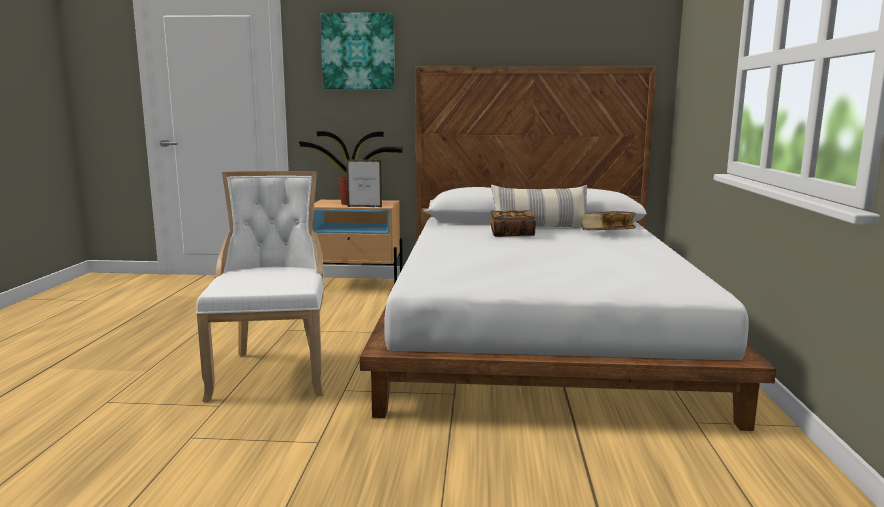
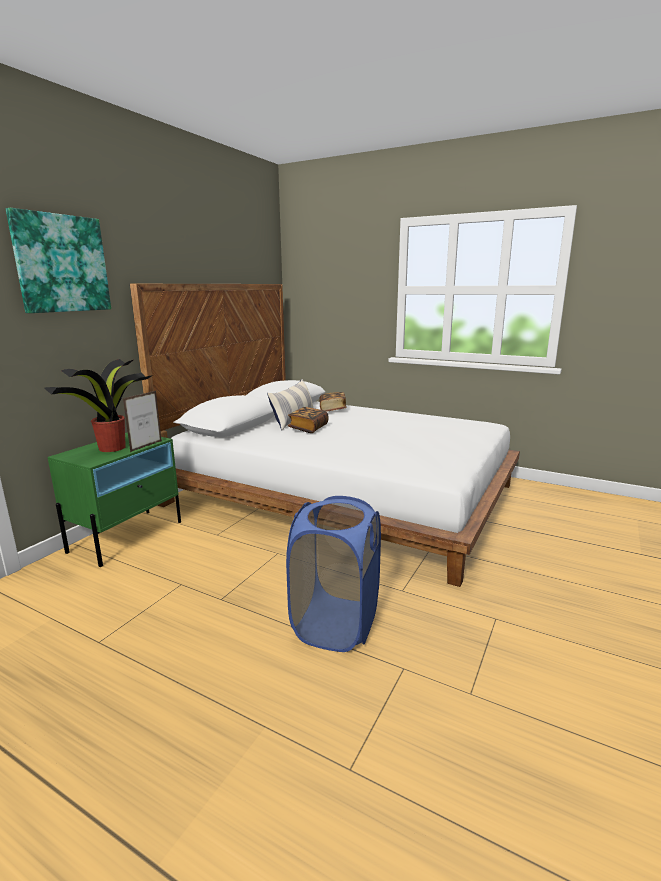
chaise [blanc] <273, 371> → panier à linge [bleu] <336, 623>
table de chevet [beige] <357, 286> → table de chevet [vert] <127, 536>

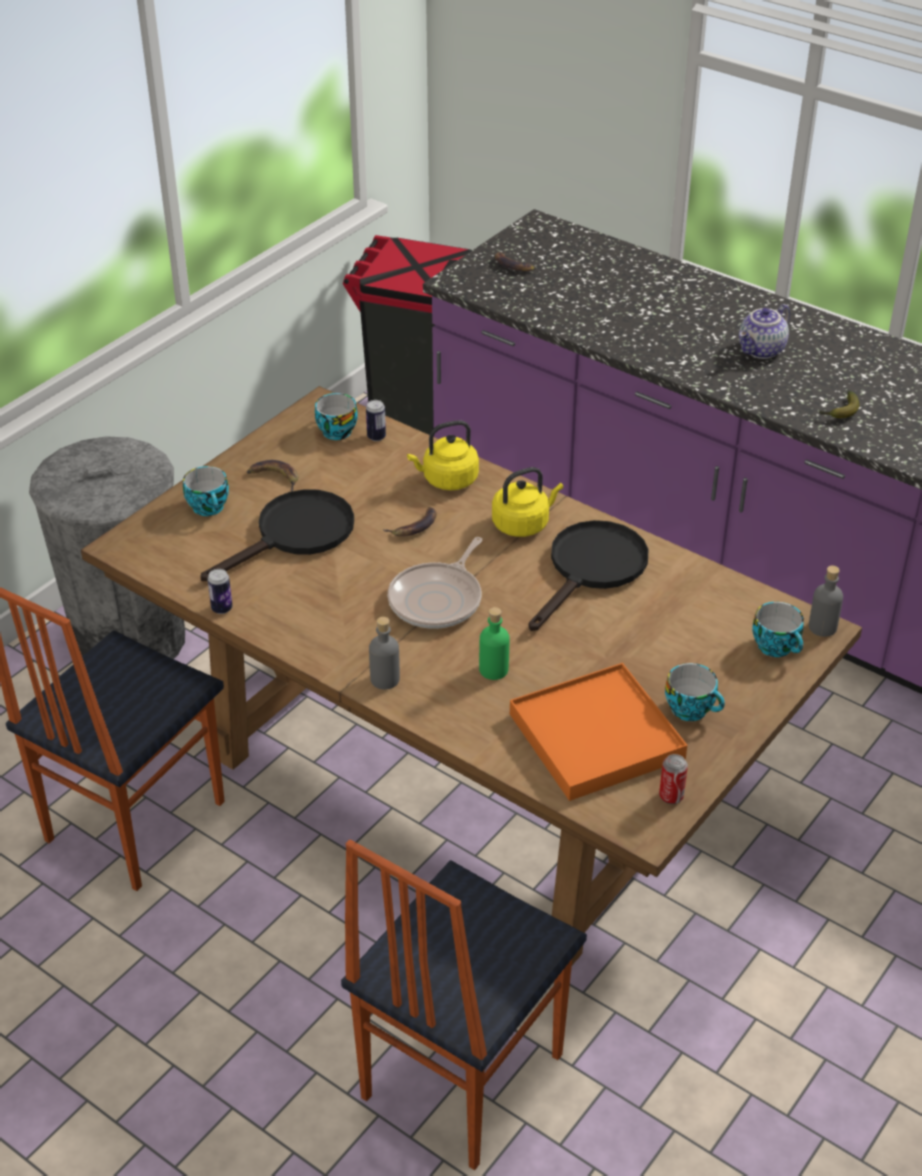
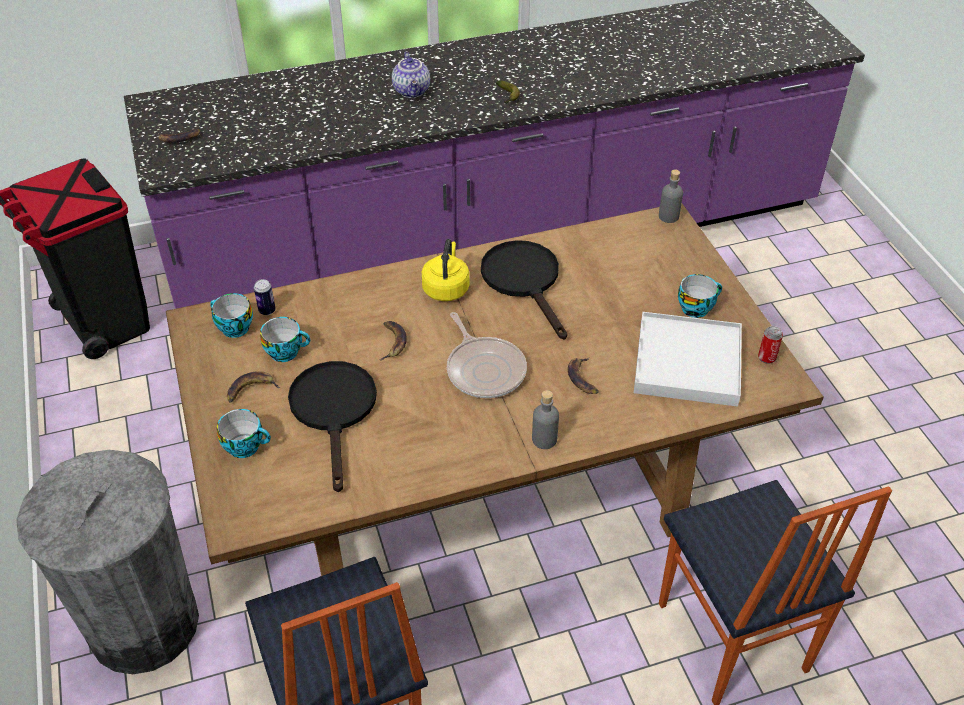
bouilloire [jaune] <447, 480> → -
boîte métallique <222, 608> → -
tasse <777, 647> → tasse <286, 351>, moved
bouteille [vert] <493, 670> → banane <583, 378>
plateau [orange] <596, 736> → plateau [blanc] <687, 362>

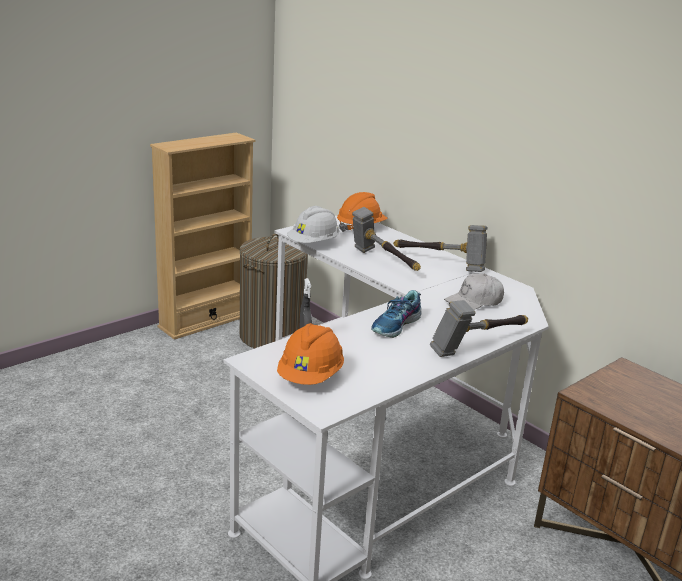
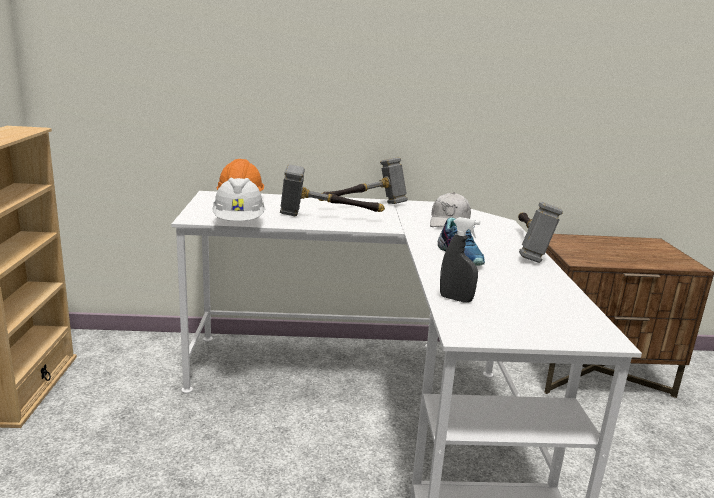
panier à linge <271, 336> → -
casque de chantier [orange] <310, 377> → -

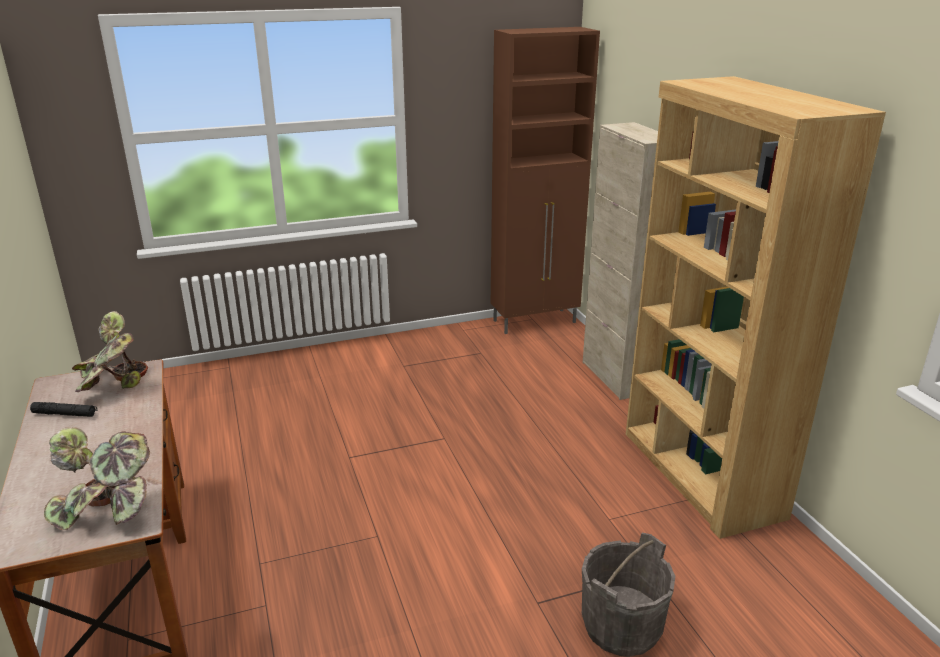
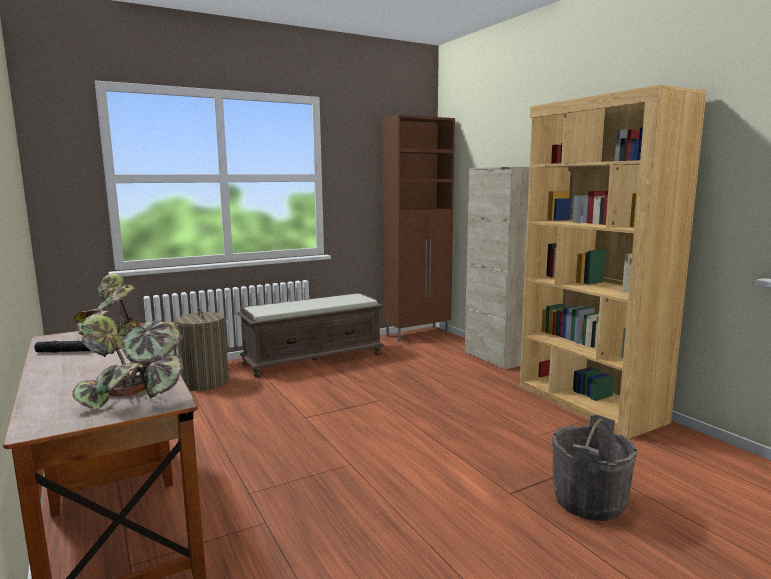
- → banc [marron] <314, 359>
- → panier à linge <205, 382>

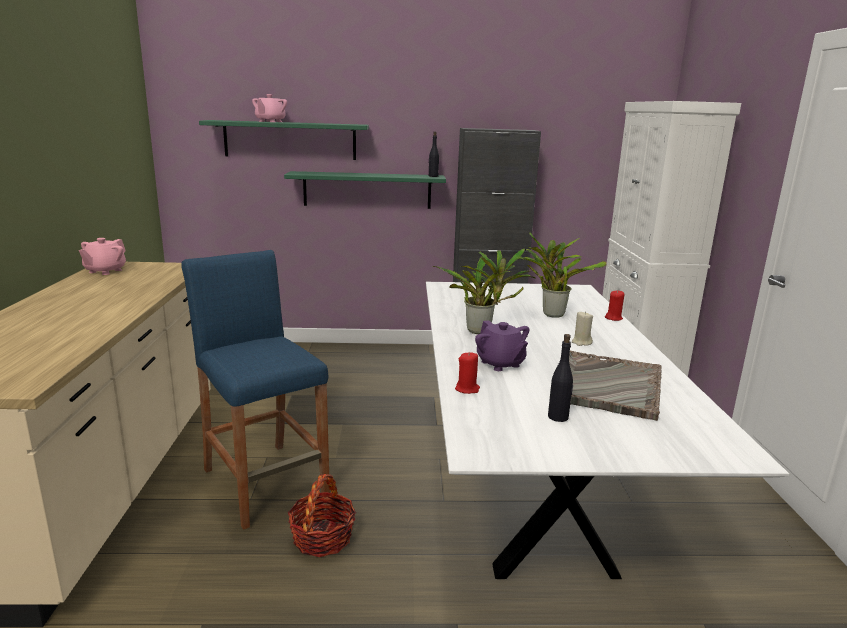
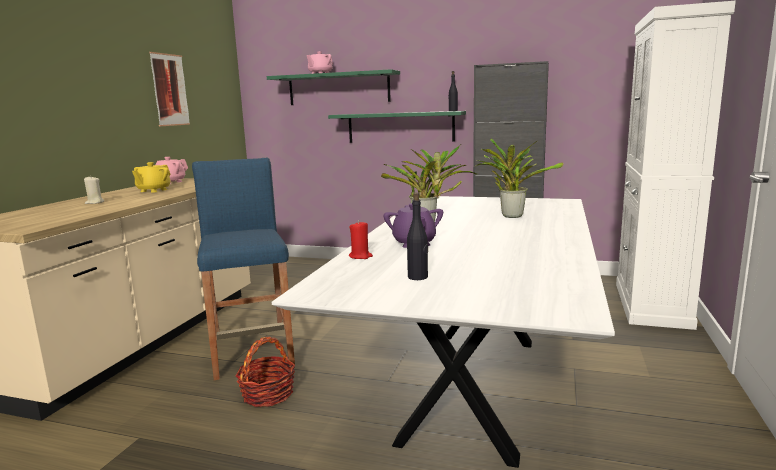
bougie [rouge] <613, 318> → -
bougie [beige] <581, 342> → bougie [beige] <94, 202>, moved
plateau [gris] <607, 386> → -
- → tableau <170, 90>
- → théière [jaune] <153, 190>

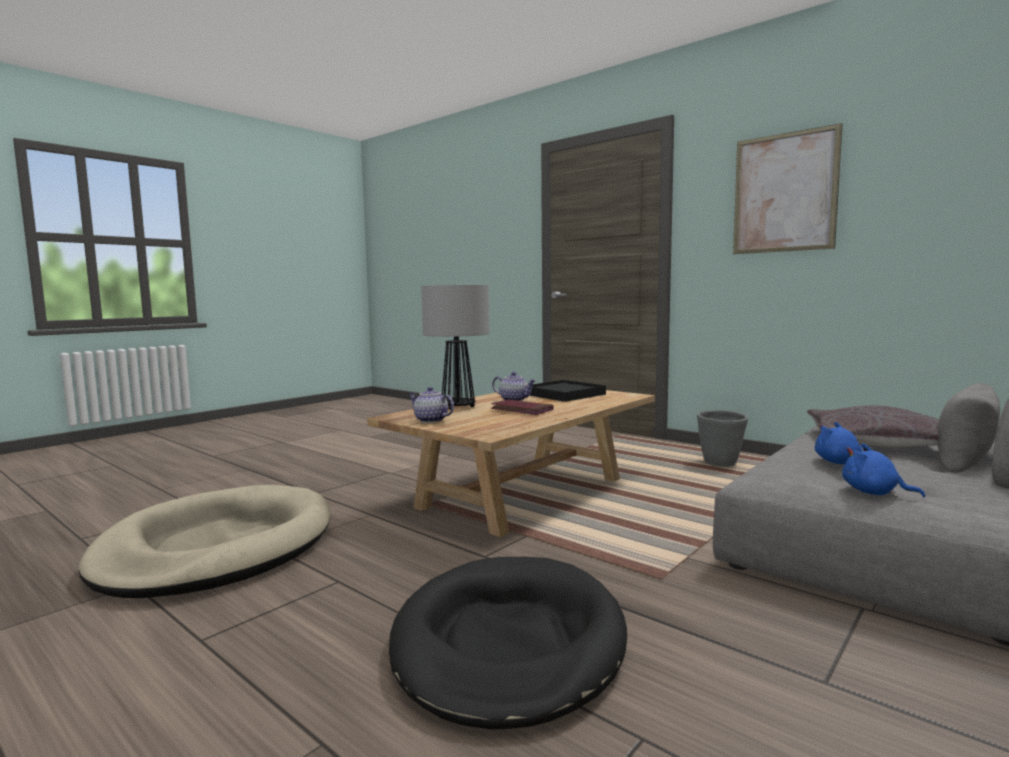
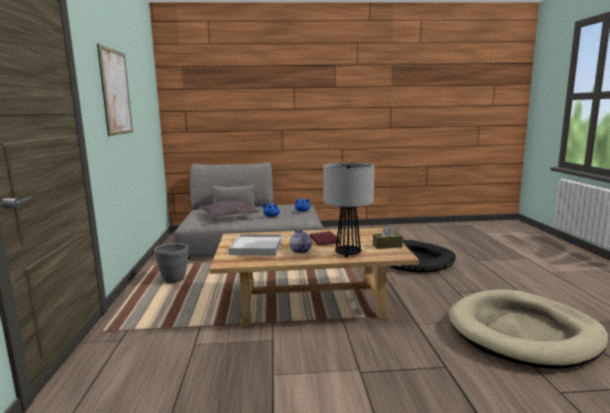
plateau [noir] <564, 394> → plateau [blanc] <256, 247>
théière <430, 420> → boîte à mouchoirs [marron] <387, 246>

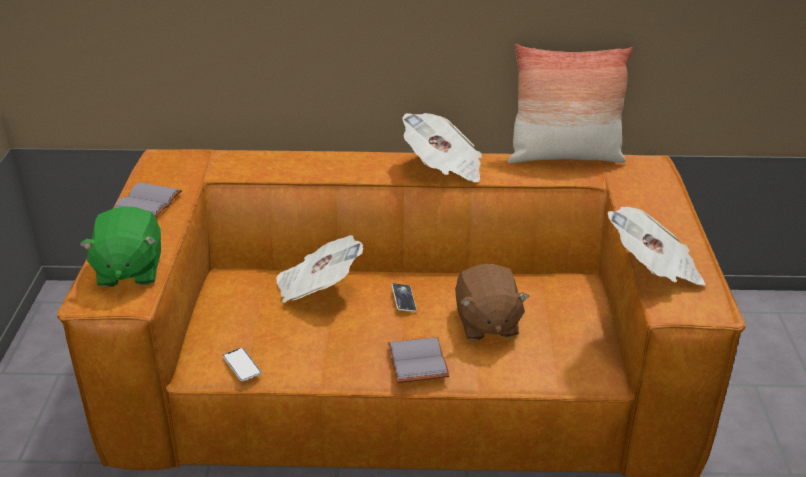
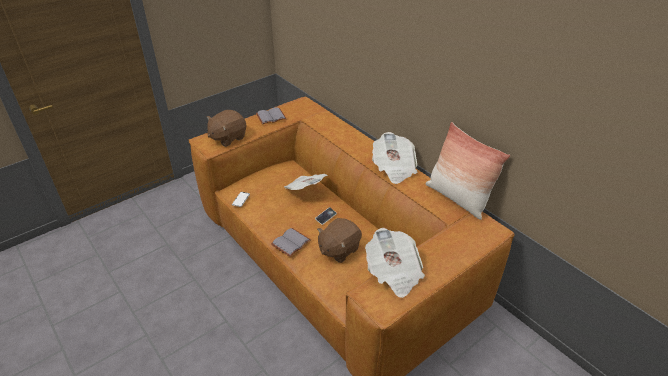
peluche [vert] <129, 270> → peluche [marron] <227, 138>

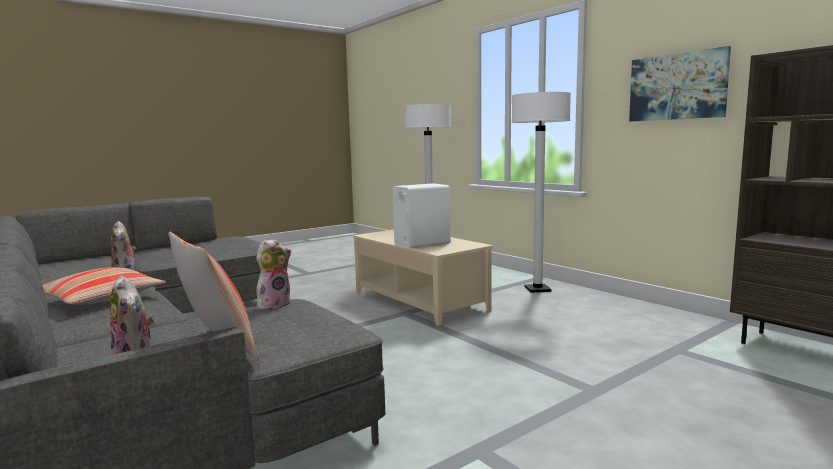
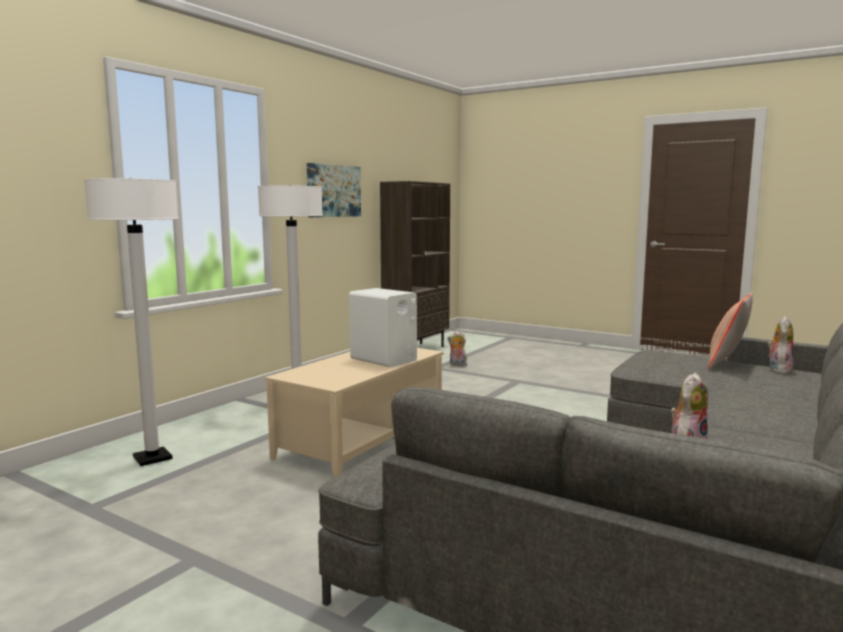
peluche <274, 304> → peluche <457, 365>, moved
coussin <101, 299> → -

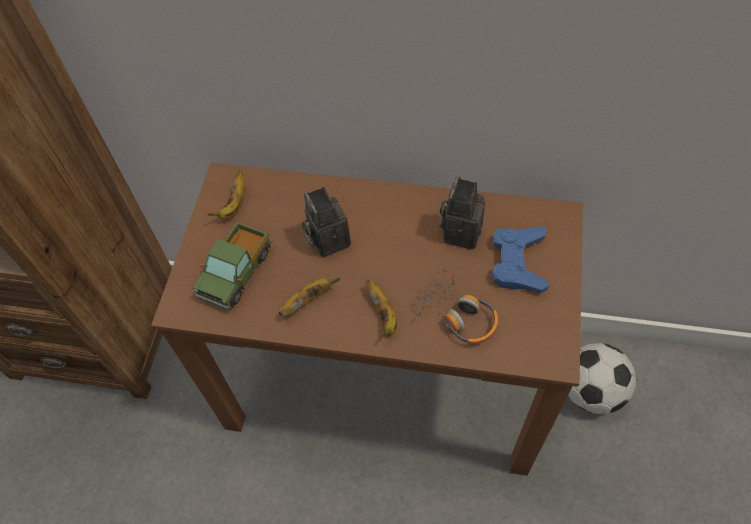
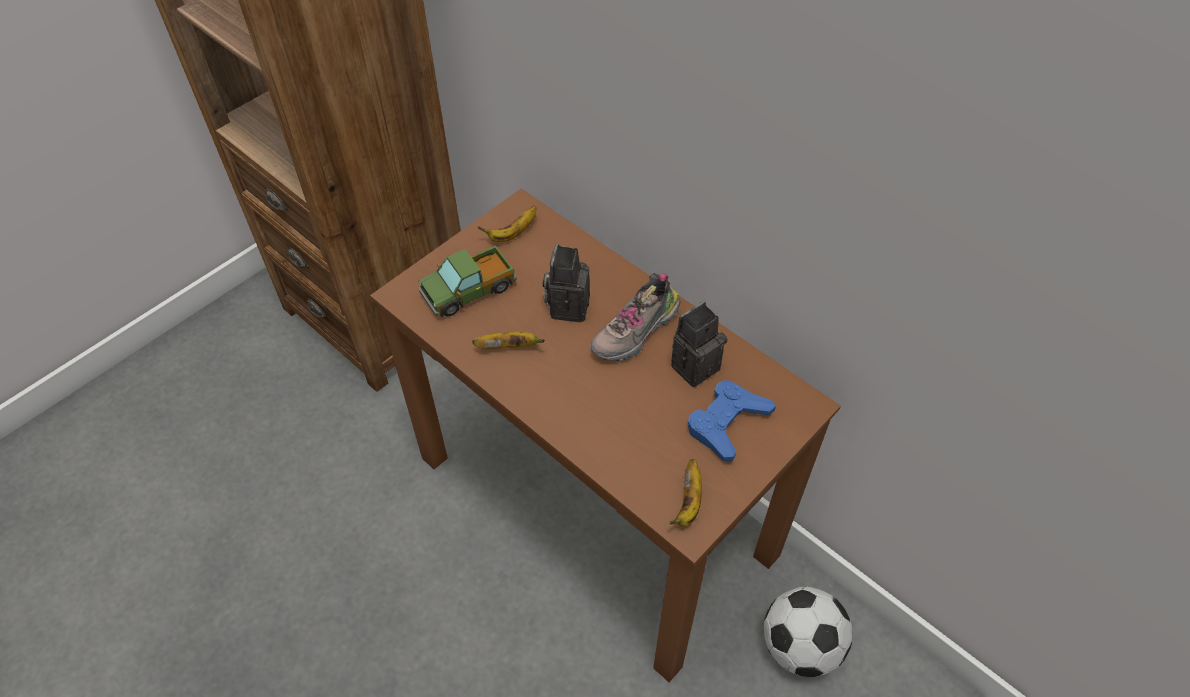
casque audio <457, 313> → -
banane <383, 314> → banane <688, 503>, moved
- → chaussure <636, 332>

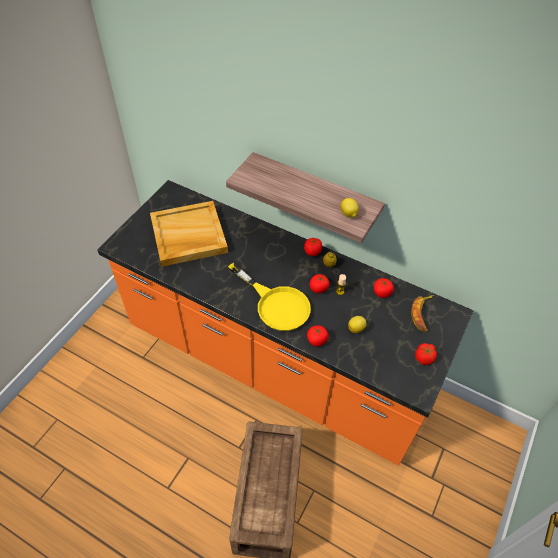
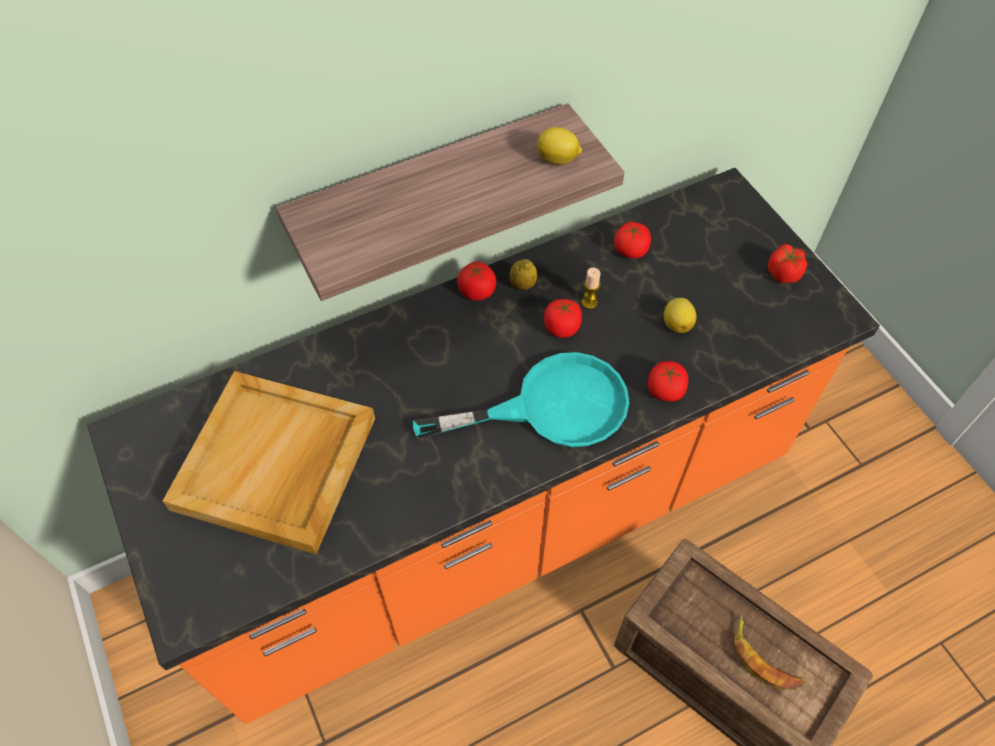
poêle [jaune] <276, 304> → poêle [turquoise] <551, 407>
banane <422, 314> → banane <763, 659>, moved

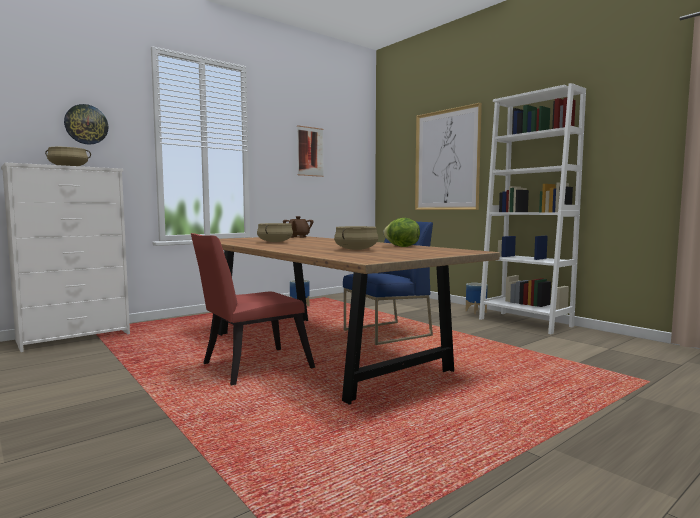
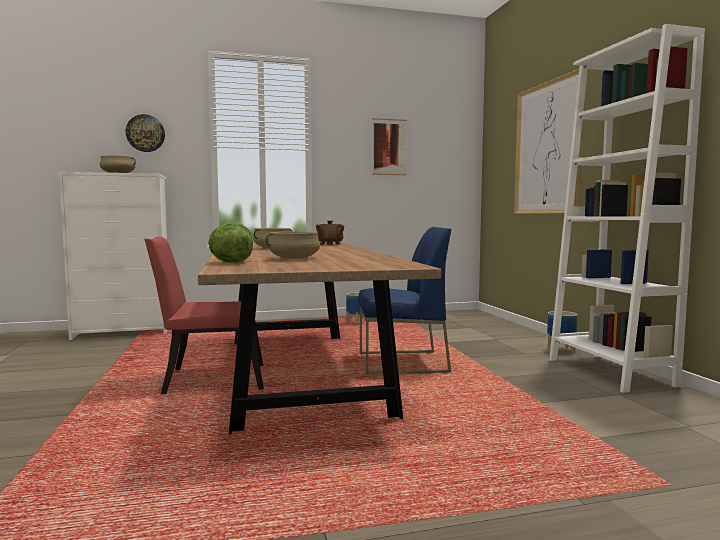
laitue <401, 247> → laitue <230, 262>, moved

